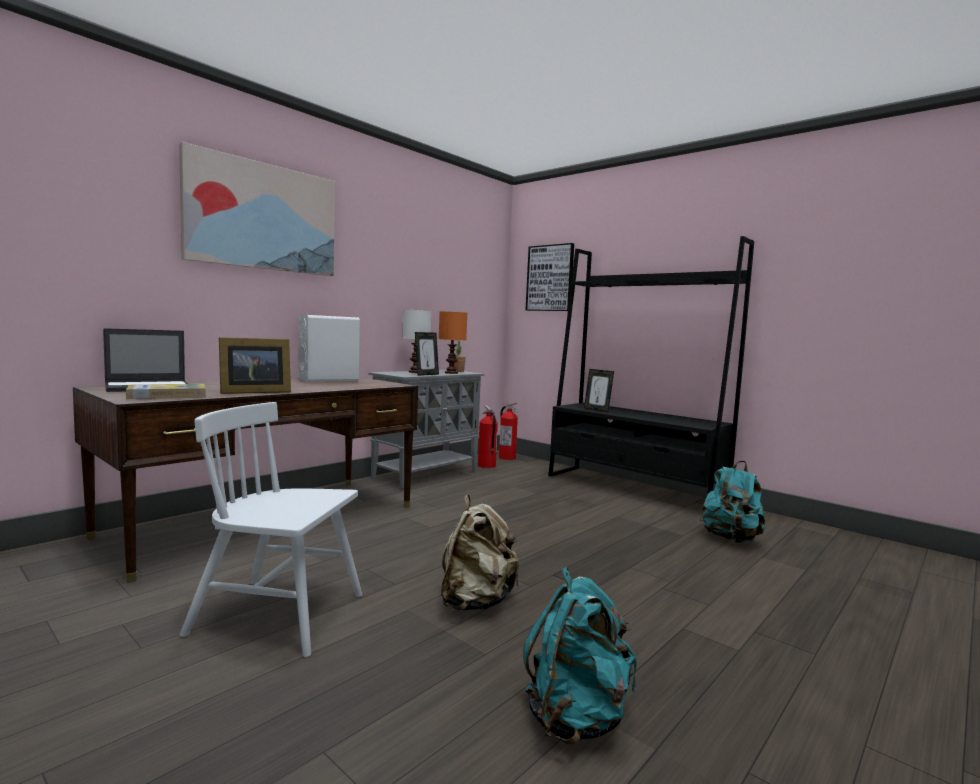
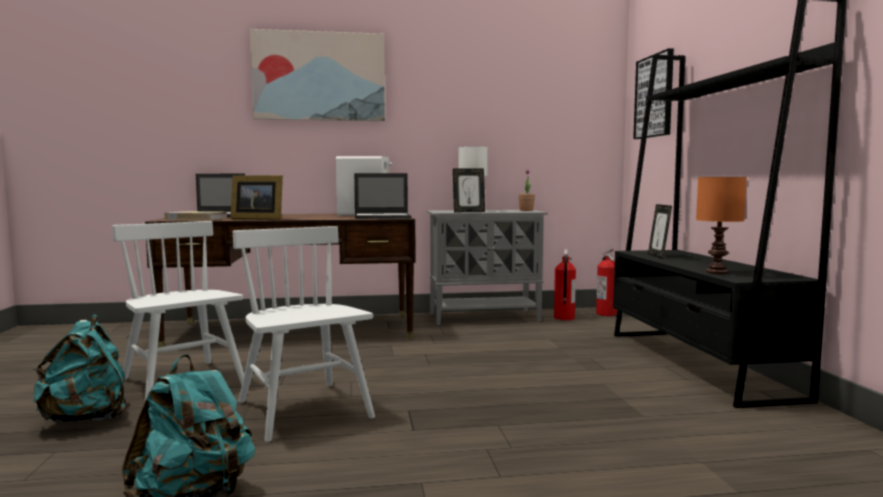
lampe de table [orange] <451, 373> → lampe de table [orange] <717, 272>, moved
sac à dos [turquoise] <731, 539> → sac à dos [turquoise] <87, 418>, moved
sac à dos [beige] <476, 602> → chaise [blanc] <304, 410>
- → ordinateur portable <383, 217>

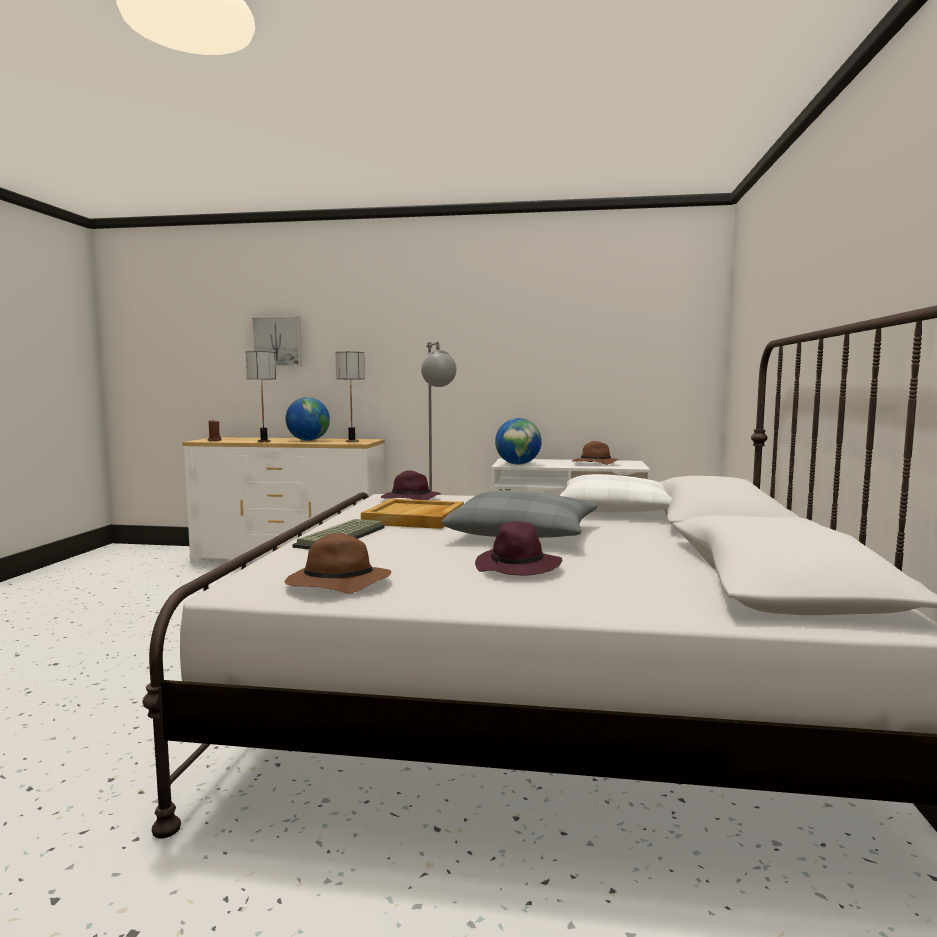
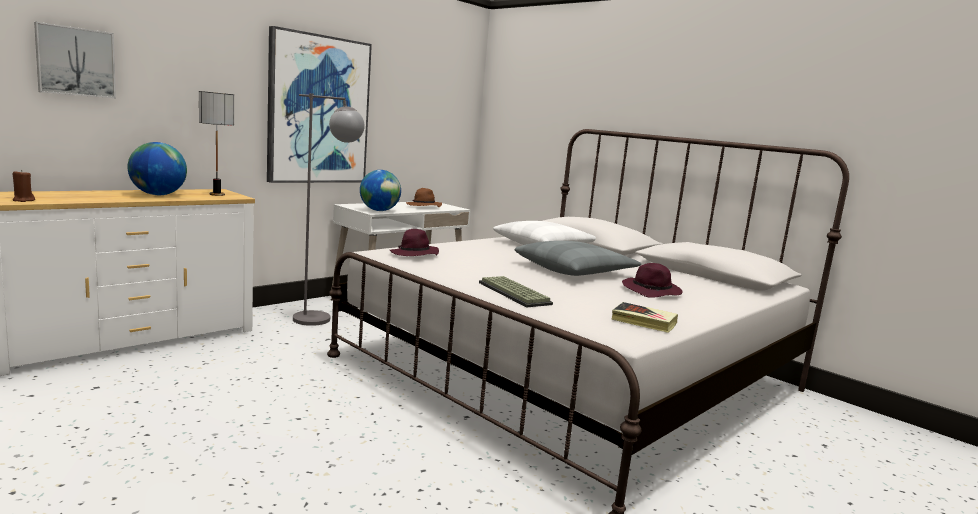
lampe de table <263, 441> → -
plateau [beige] <415, 518> → -
chapeau [marron] <336, 585> → livre <643, 321>
- → tableau <318, 110>

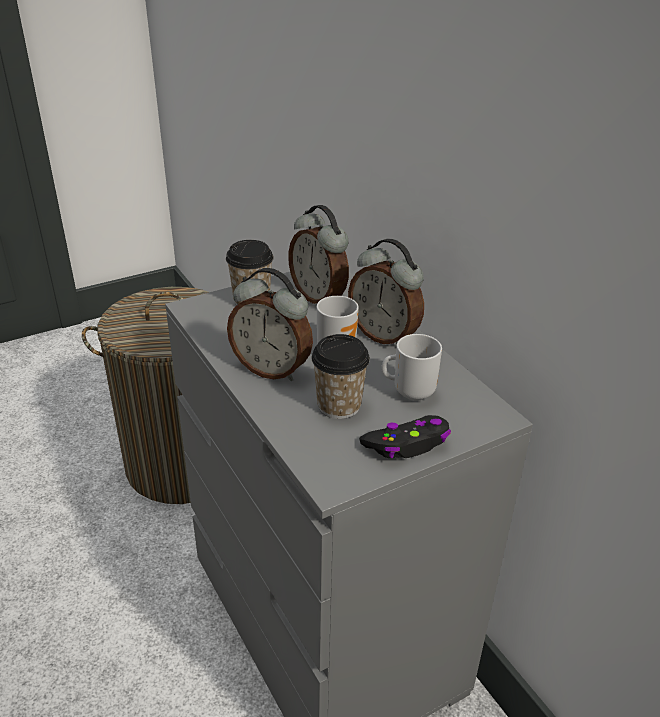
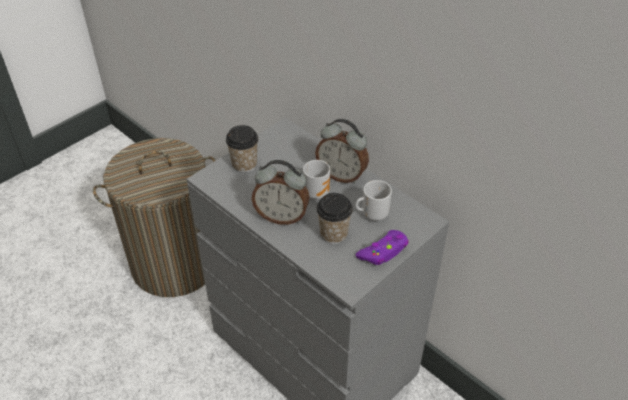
réveil <319, 297> → -
manette [noir] <407, 444> → manette [violet] <383, 252>

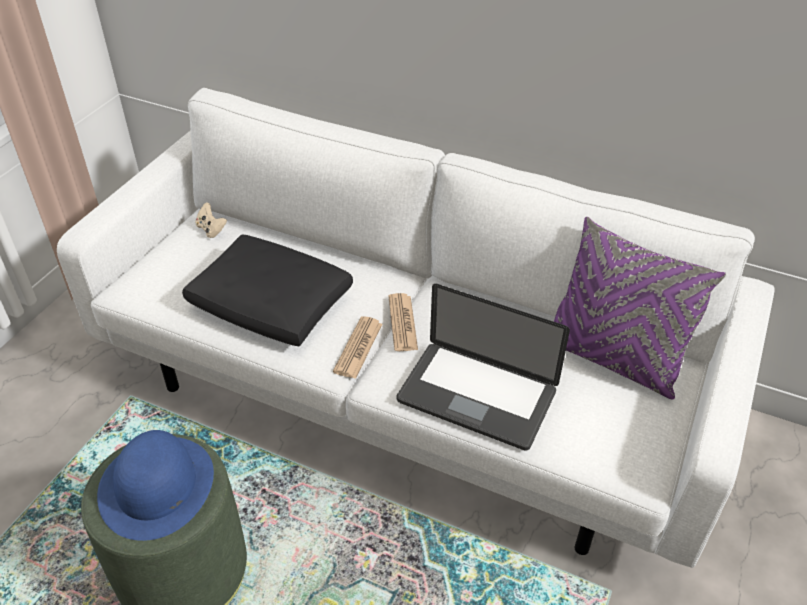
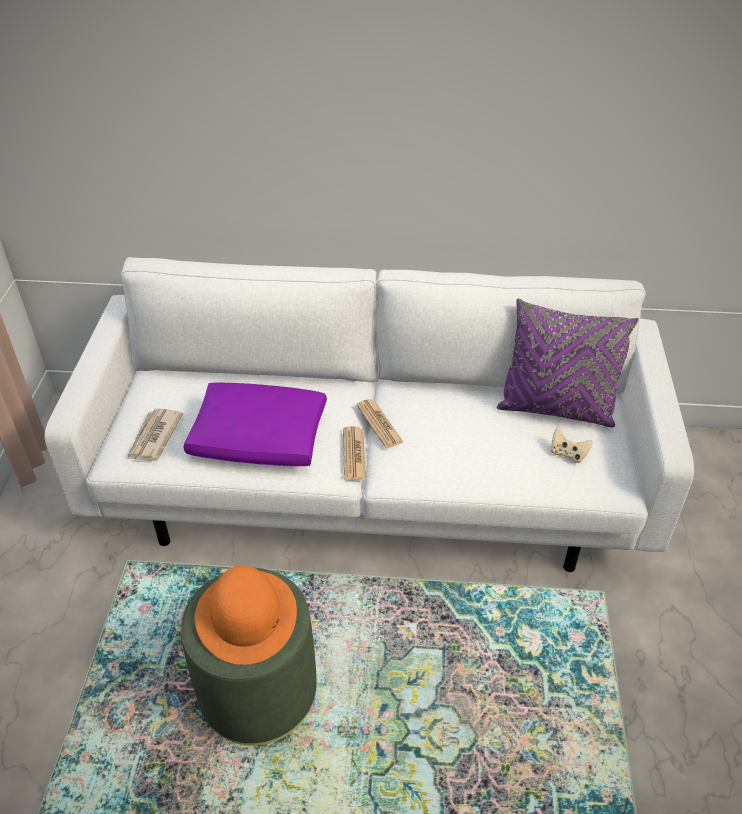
manette [beige] <211, 229> → manette [beige] <568, 454>, moved
coussin [noir] <272, 304> → coussin [violet] <260, 438>
ordinateur portable <476, 396> → -
chapeau [bleu] <157, 486> → chapeau [orange] <246, 615>
- → journal <154, 437>

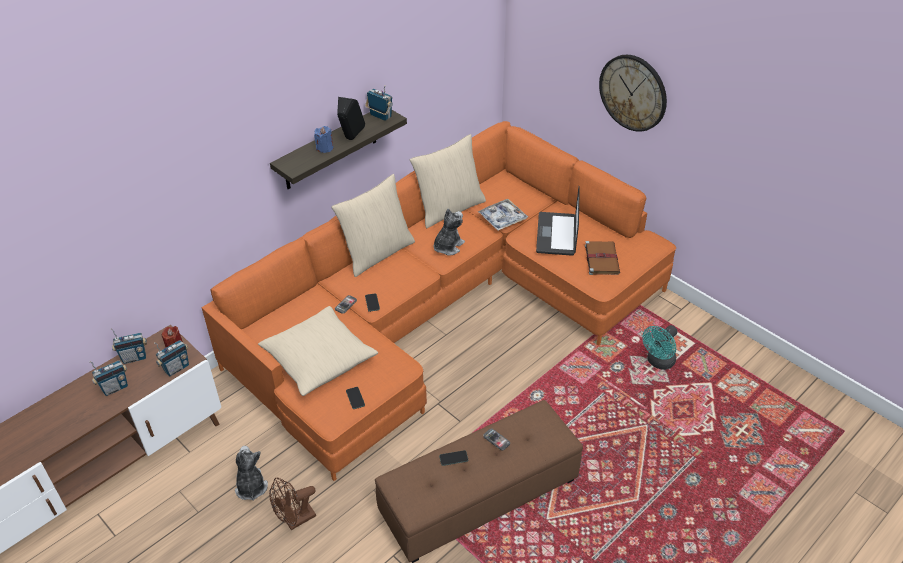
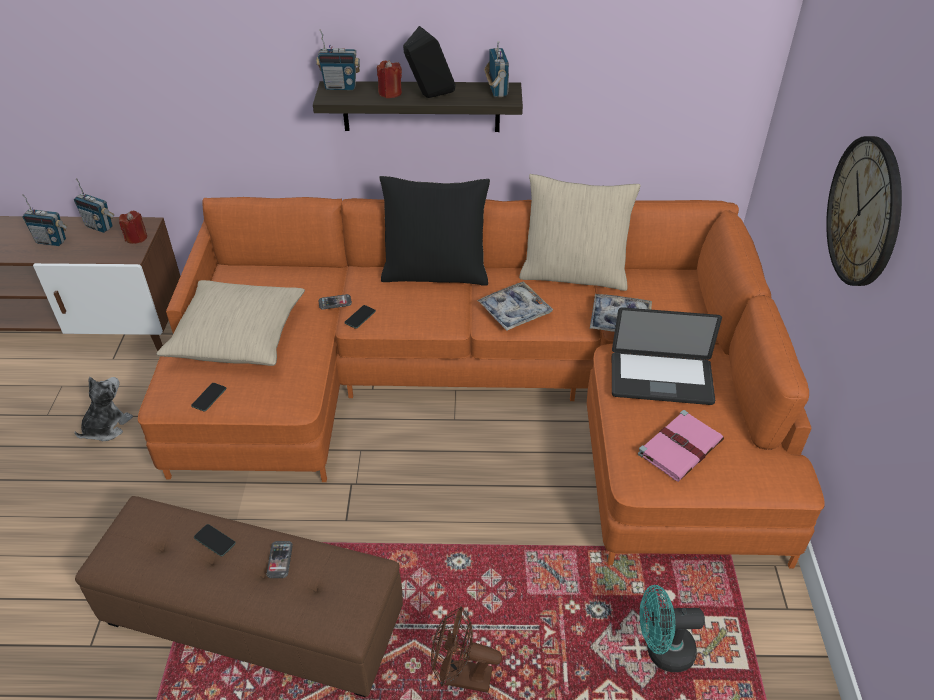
bougie [bleu] <325, 148> → bougie [rouge] <390, 93>
coussin [beige] <377, 253> → coussin [noir] <435, 272>
ordinateur portable <556, 234> → ordinateur portable <661, 379>, 135 degrees counterclockwise
peluche <447, 246> → plateau <514, 311>
livre [marron] <601, 259> → livre [rose] <681, 447>
radio <176, 368> → radio <340, 87>, moved
ventilateur [marron] <295, 520> → ventilateur [marron] <461, 677>, moved

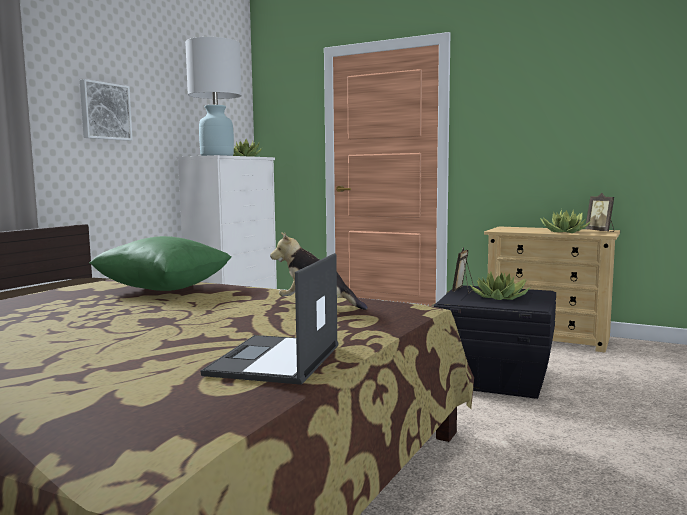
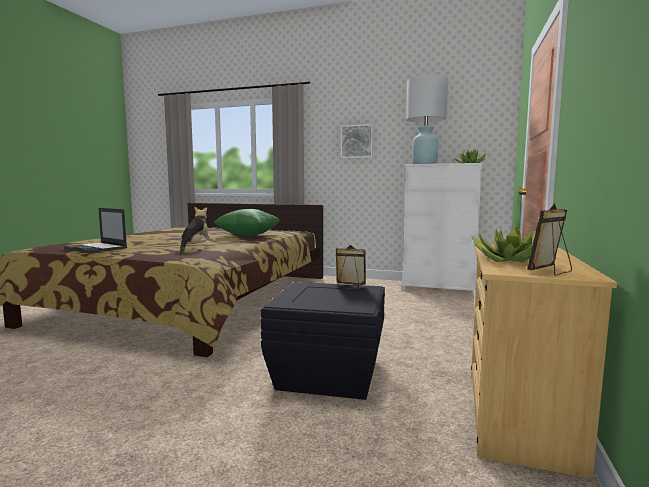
ordinateur portable <275, 360> → ordinateur portable <96, 248>, 150 degrees counterclockwise
plante en pot <501, 298> → -

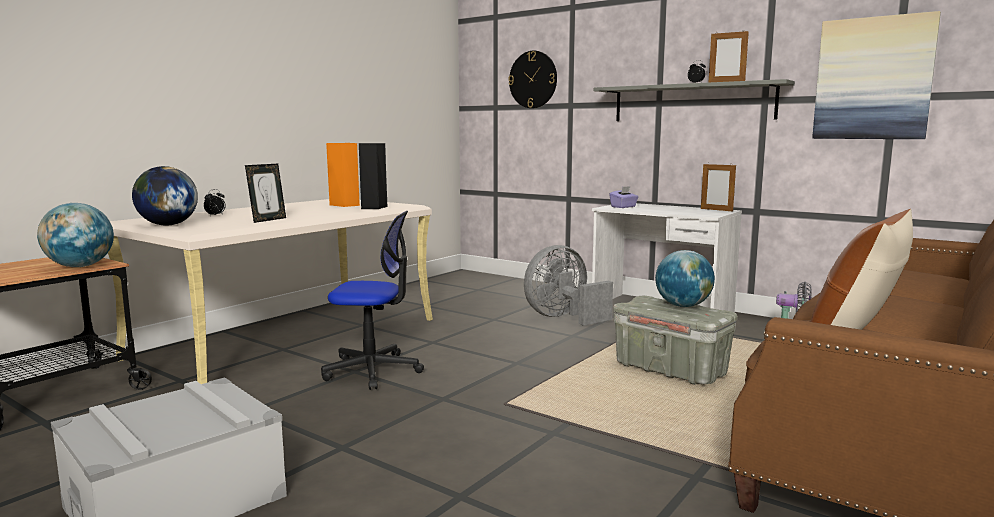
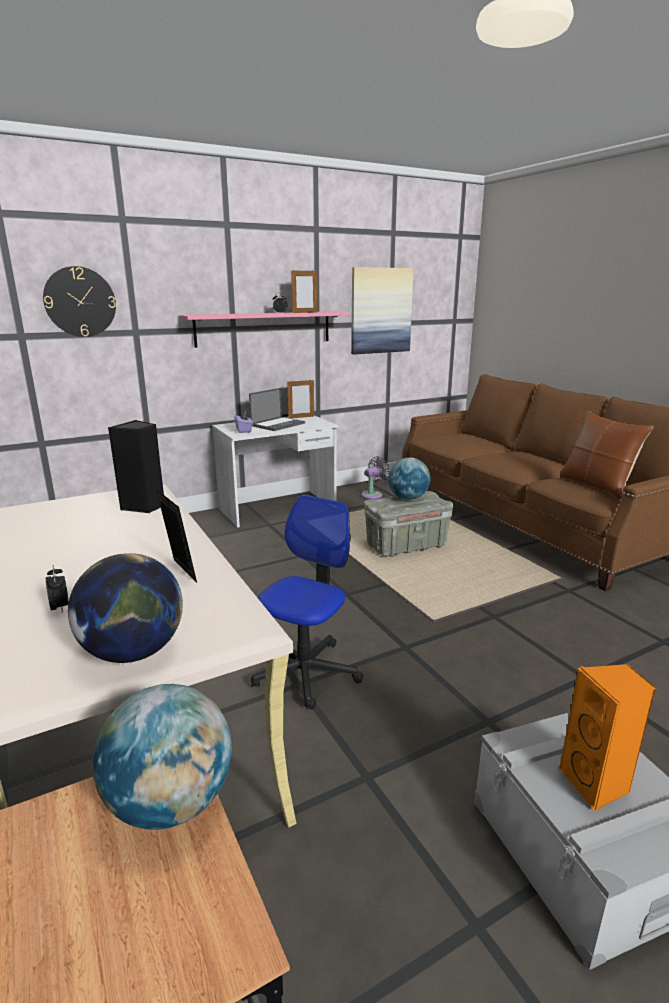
étagère [gris] <692, 103> → étagère [rose] <264, 328>
enceinte [orange] <345, 205> → enceinte [orange] <596, 784>, moved
ventilateur [gris] <563, 318> → -
- → ordinateur portable <278, 424>

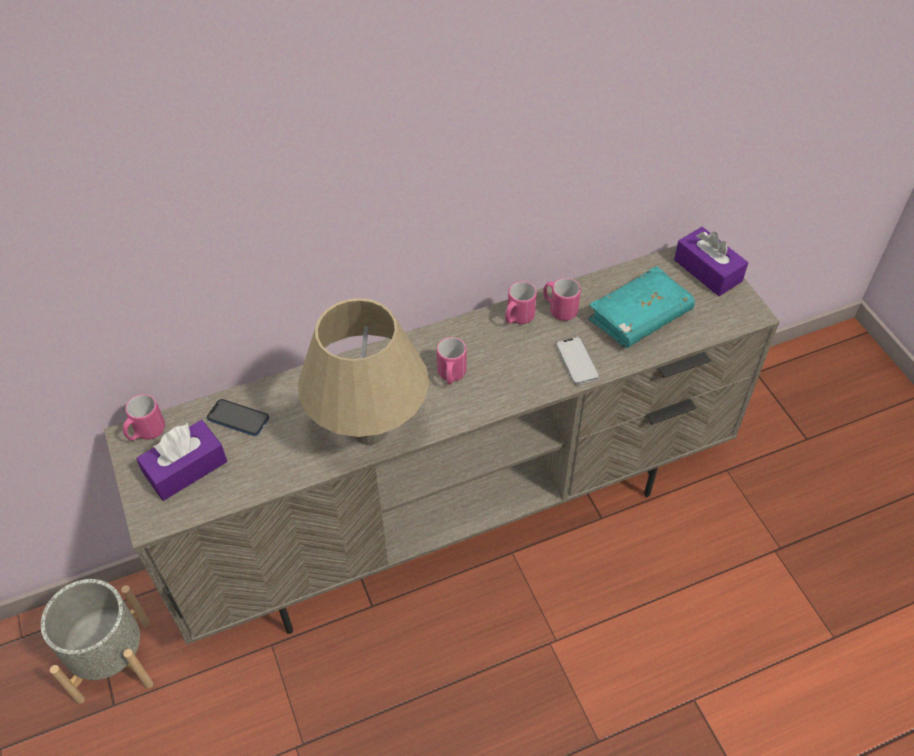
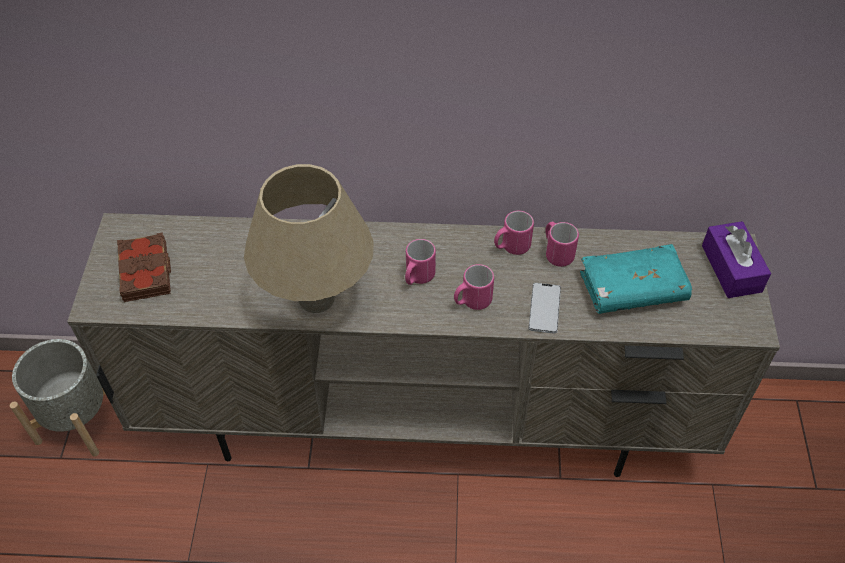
mug [rose] <146, 432> → mug [rose] <472, 301>, moved
téléphone <238, 418> → -
boîte à mouchoirs [violet] <186, 468> → livre [marron] <146, 271>

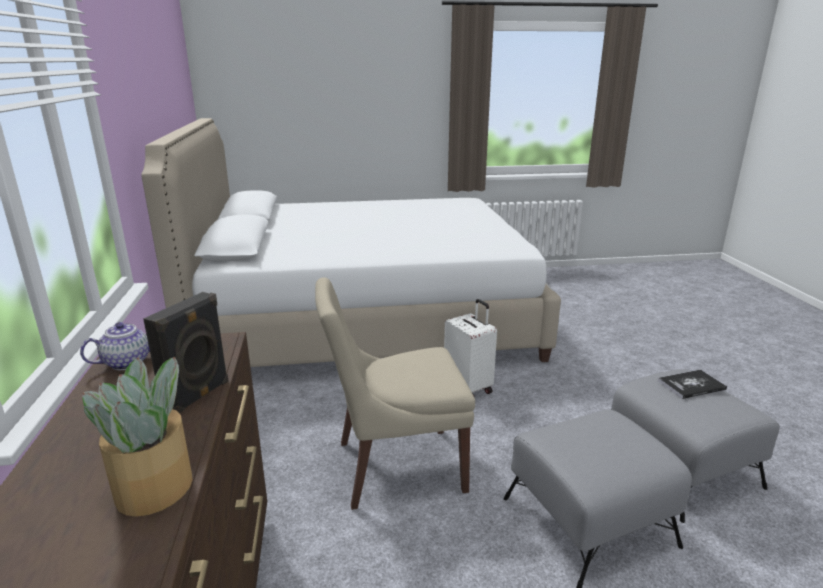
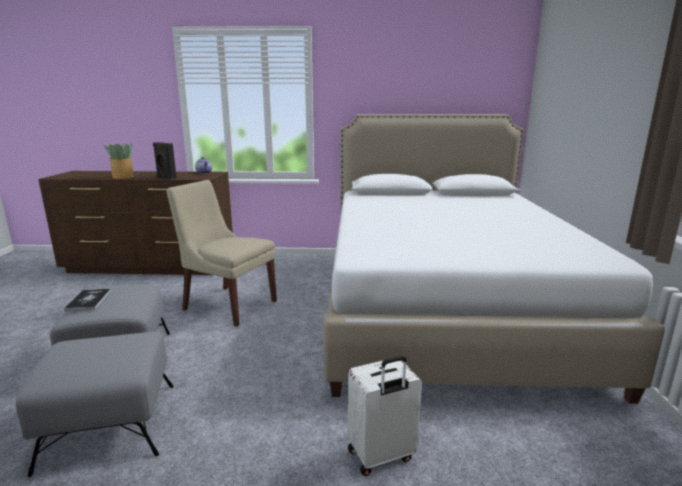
chaise [beige] <395, 467> → chaise [beige] <228, 304>, 60 degrees counterclockwise
valise [blanc] <469, 387> → valise [blanc] <381, 456>, moved
livre <691, 385> → livre <89, 301>, moved

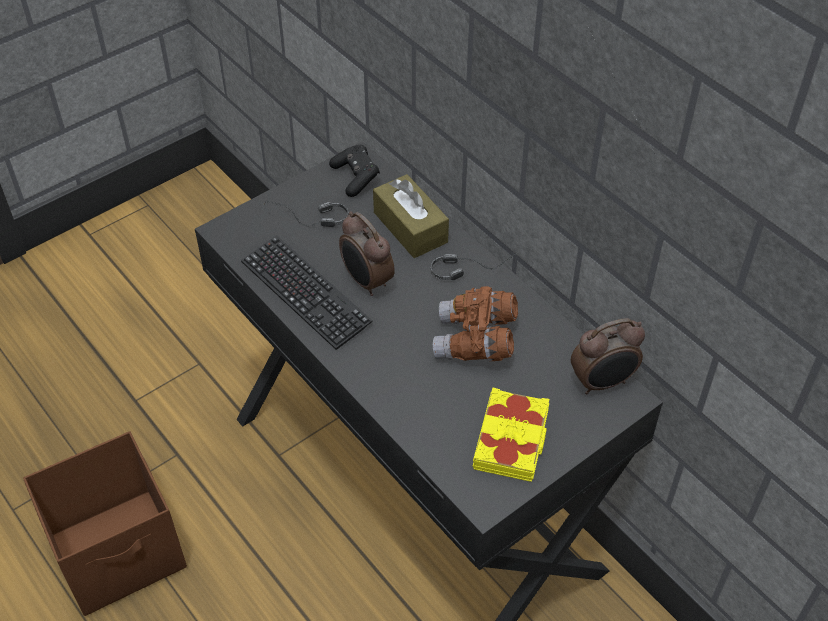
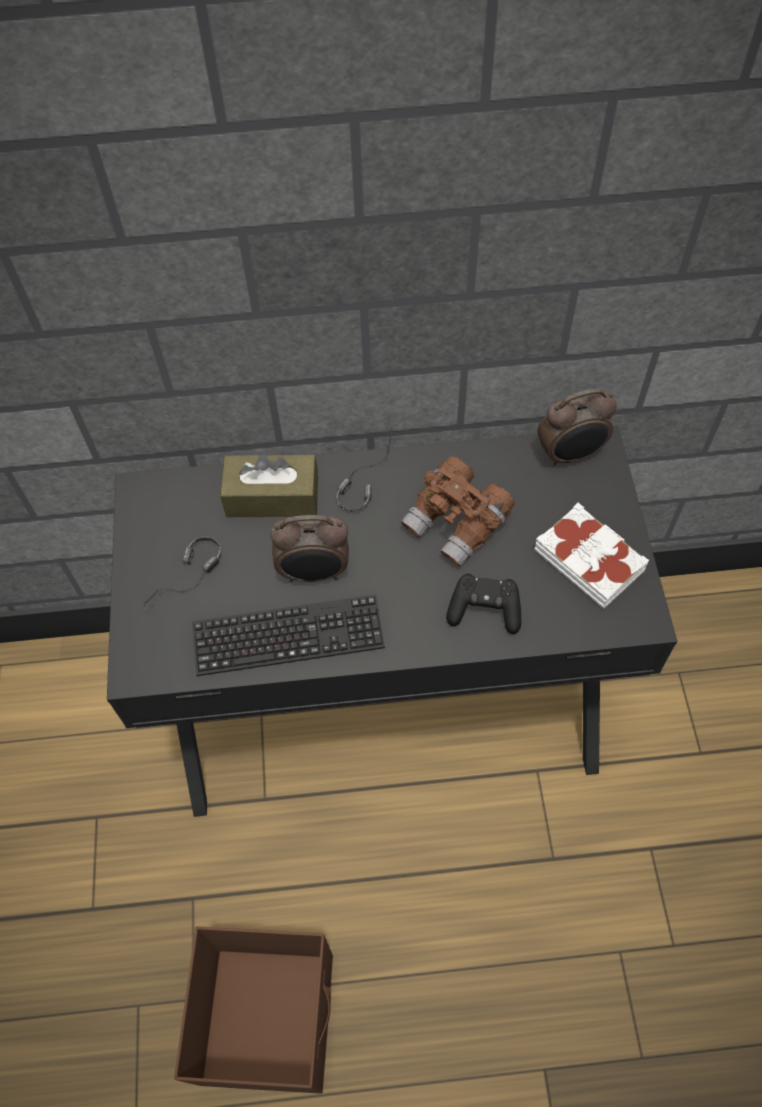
manette [noir] <356, 177> → manette [noir] <484, 609>, moved
réveil <603, 383> → réveil <570, 455>, 60 degrees clockwise
livre [jaune] <512, 440> → livre [blanc] <589, 559>

